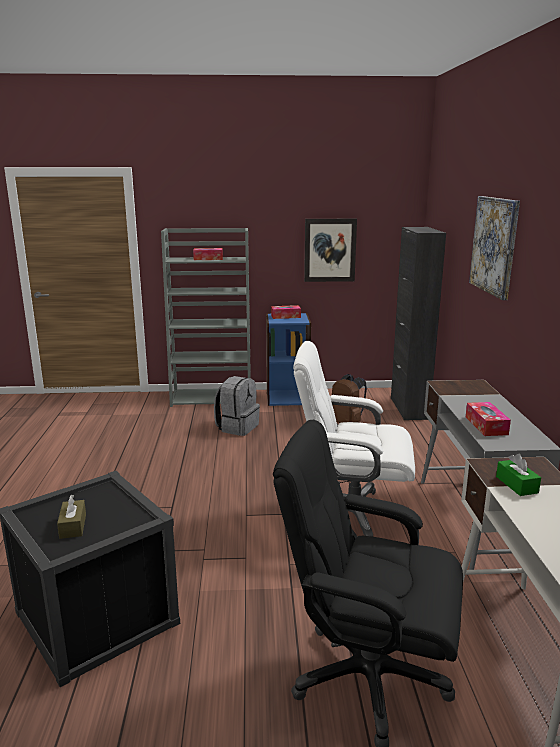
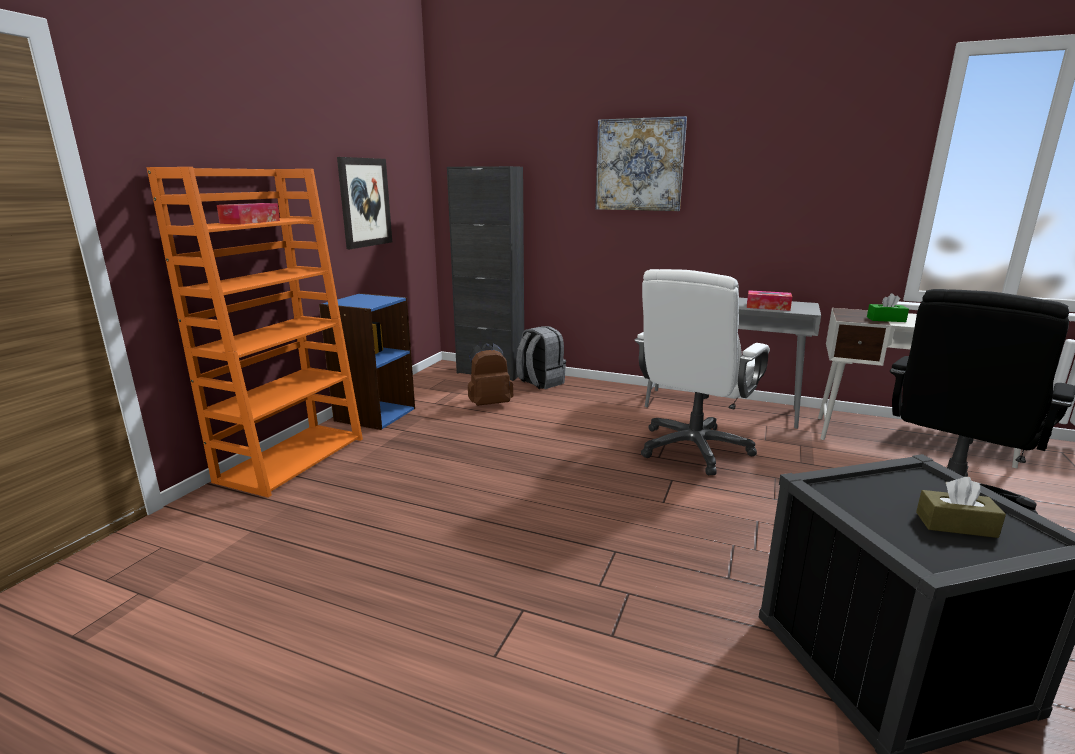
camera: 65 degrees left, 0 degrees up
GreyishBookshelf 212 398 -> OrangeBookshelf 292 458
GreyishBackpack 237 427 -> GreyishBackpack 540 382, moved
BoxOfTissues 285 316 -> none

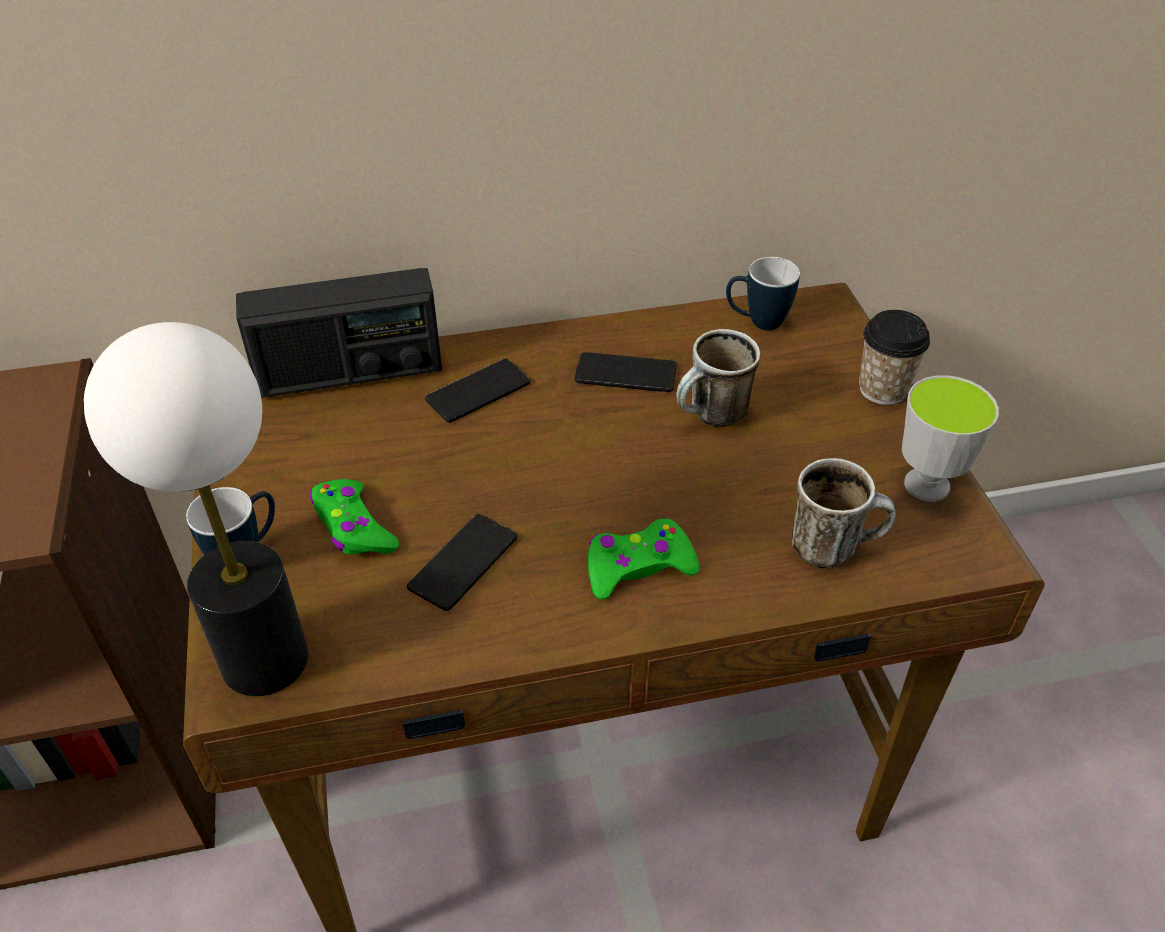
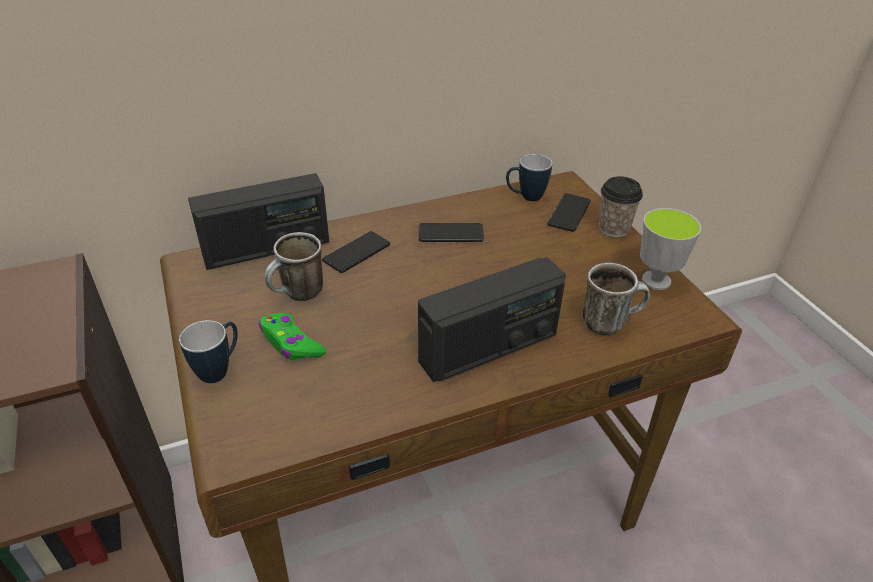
camera: 10 degrees left, 5 degrees down
Mug 712 418 -> Mug 298 295, moved
GreenGamepad 638 567 -> RadioReceiver 489 348
Phone 463 562 -> Phone 569 213, moved
TabletopLamp 264 659 -> none

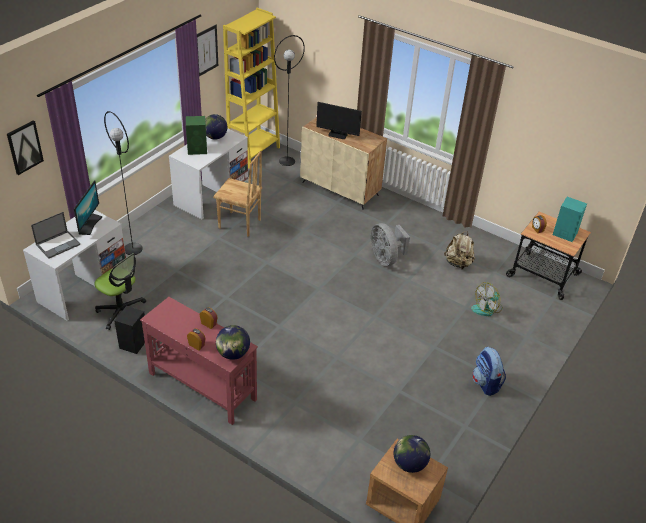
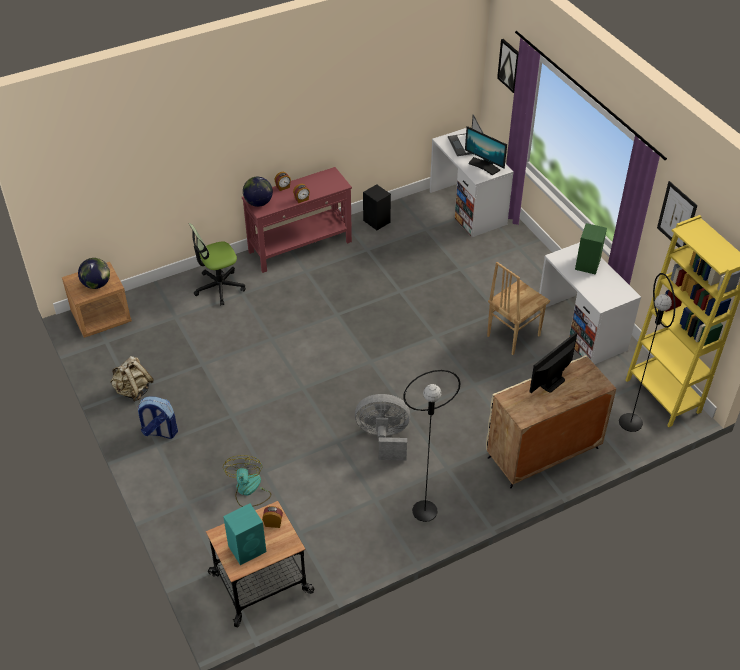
camera: 120 degrees right, 5 degrees up
SandColouredBackpack 458 263 -> SandColouredBackpack 133 390, moved
OfficeChair 122 312 -> OfficeChair 219 287, moved
BlackishStandardLamp 133 249 -> BlackishStandardLamp 424 511, moved
Globe 215 137 -> none

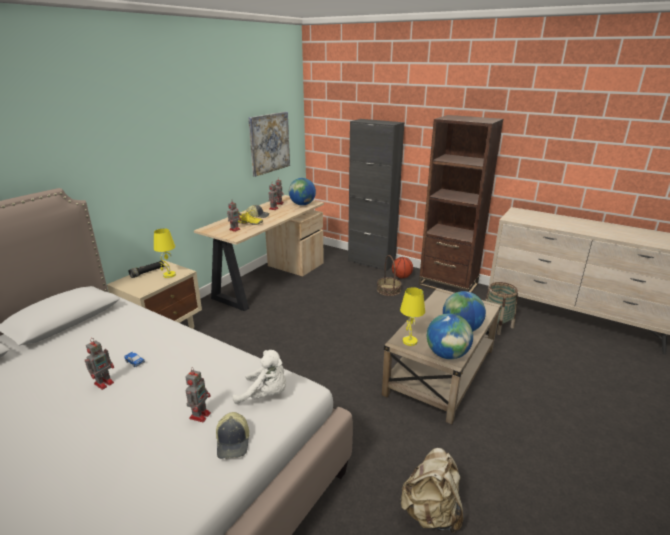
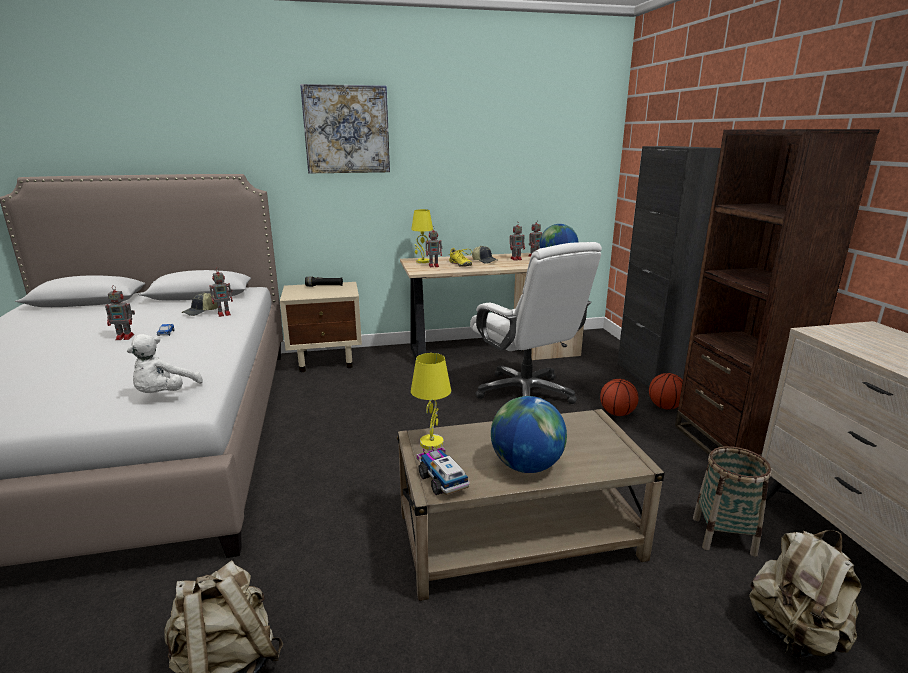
camera: 45 degrees right, 5 degrees down
WhitePlushToy 265 395 -> WhitePlushToy 164 394, 45 degrees clockwise
PeakedCap 233 442 -> PeakedCap 201 312, moved
RobotFigure 200 415 -> RobotFigure 225 314, moved
WallArt 269 143 -> WallArt 346 129, moved
YellowishTabletopLamp 169 275 -> YellowishTabletopLamp 422 261, moved
Globe 447 354 -> ToyTruck 442 480
none -> WhiteOfficeChair 526 394
HouseholdBasket 388 290 -> BallForBasketball 617 413
none -> SandColouredBackpack 795 634

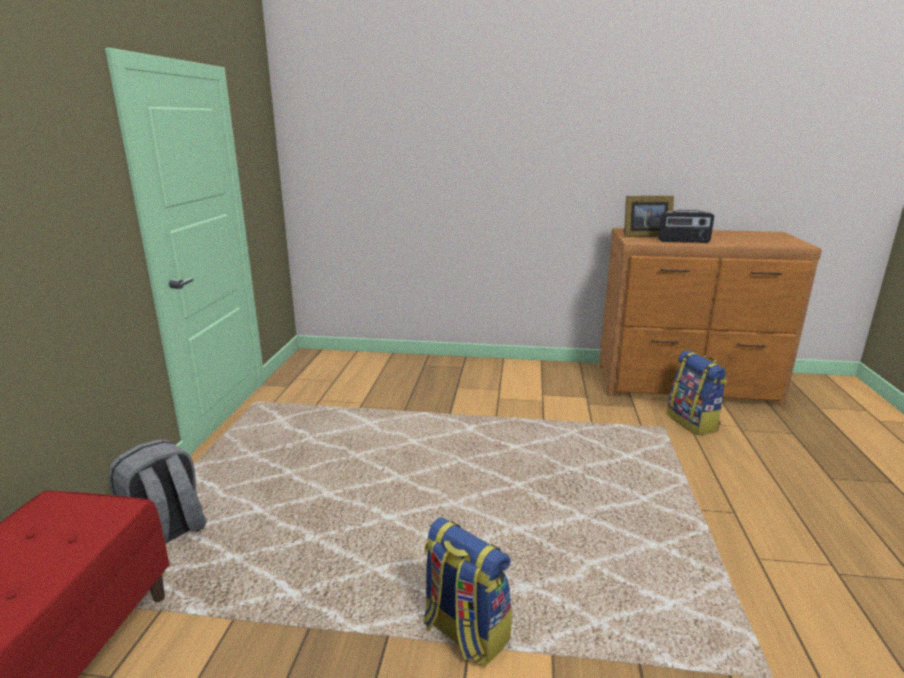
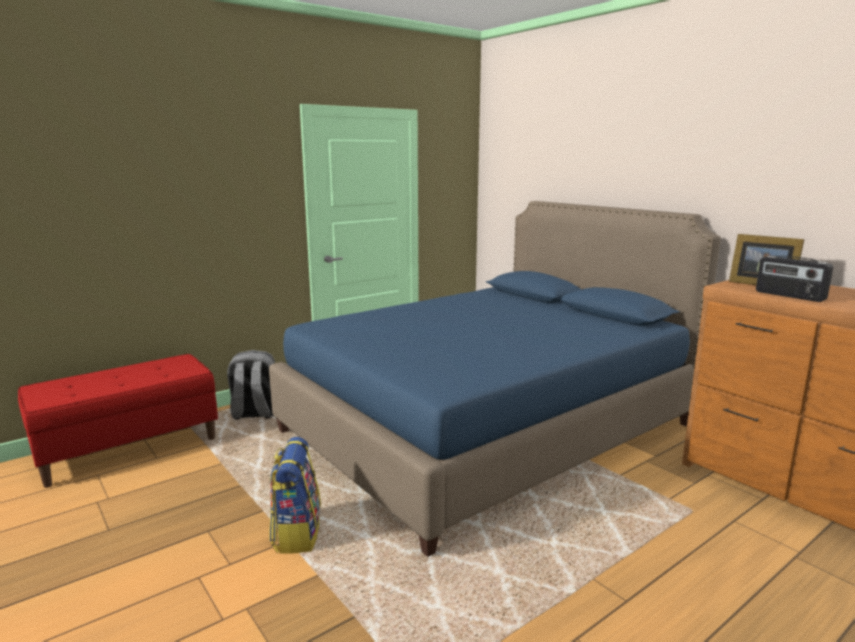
camera: 45 degrees right, 5 degrees down
none -> BlueBed 487 427
Backpack 693 422 -> none

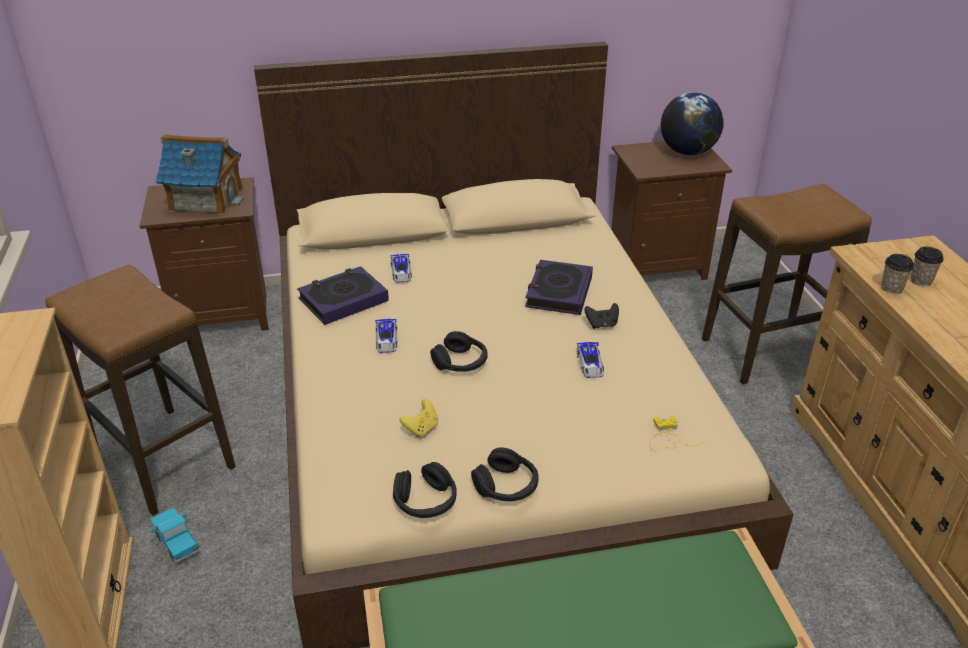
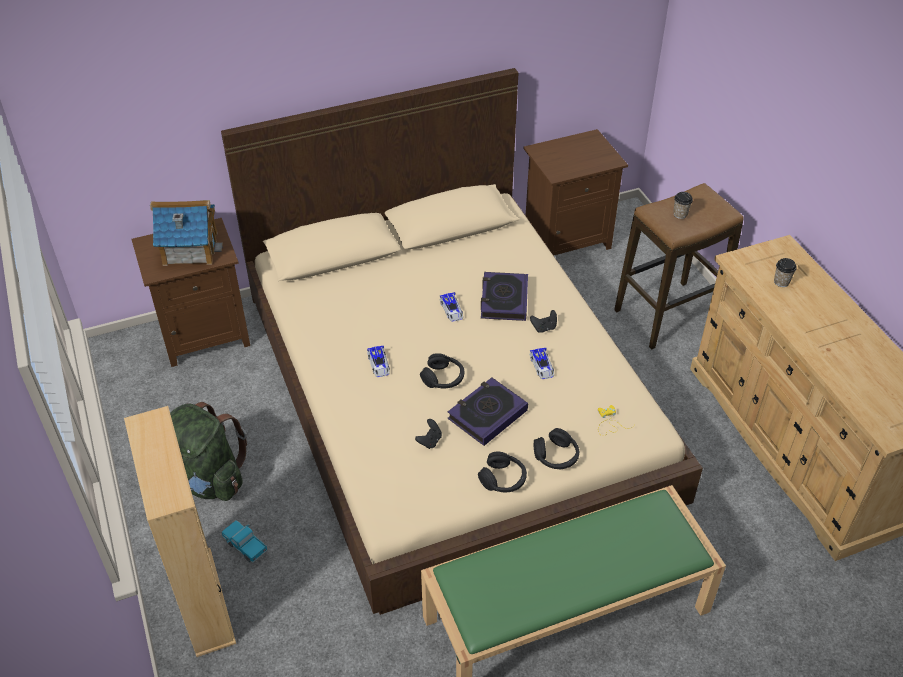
camera: 10 degrees left, 10 degrees up
SittingStool 163 459 -> GreenBackpack 207 479
YellowishGamepad 421 428 -> BlackishGamepad 429 441
ModelCar 401 272 -> ModelCar 452 310, moved
BoundBook 343 300 -> BoundBook 487 414, moved
BlackishPairOfHeadphones 425 501 -> BlackishPairOfHeadphones 556 456, moved
Cup 891 288 -> Cup 680 214, moved
Globe 687 152 -> none

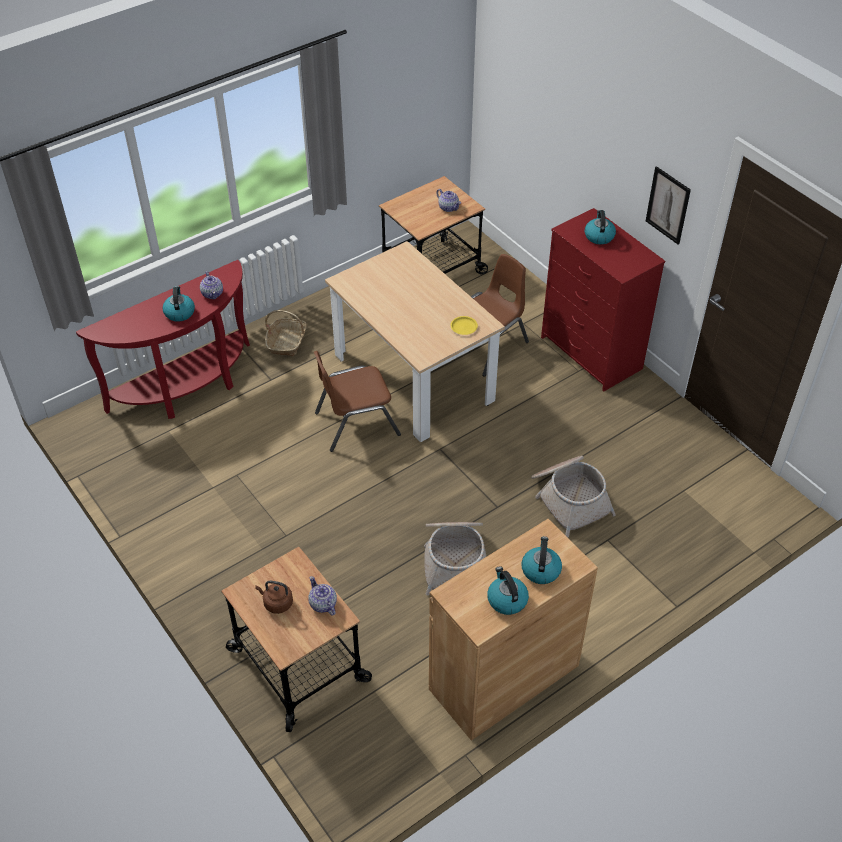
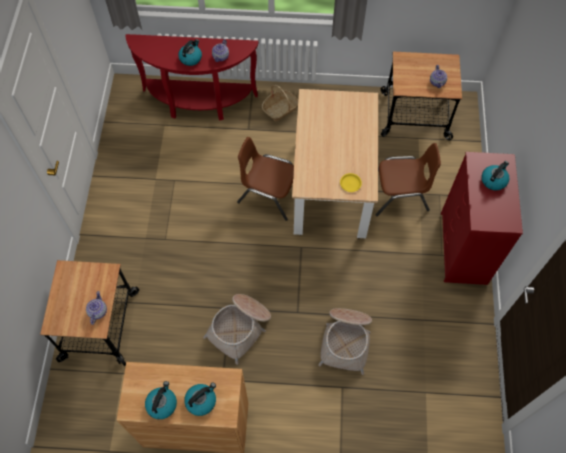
camera: 40 degrees right, 15 degrees up
BrownishWaterKettle 276 603 -> none
WallArt 668 205 -> none

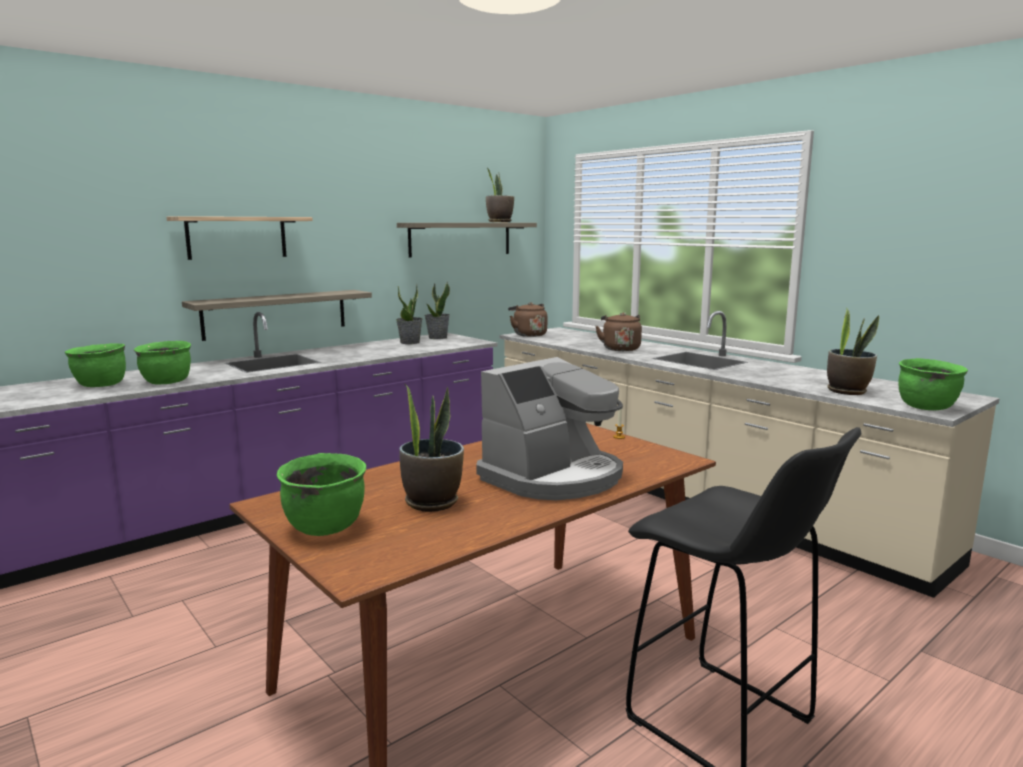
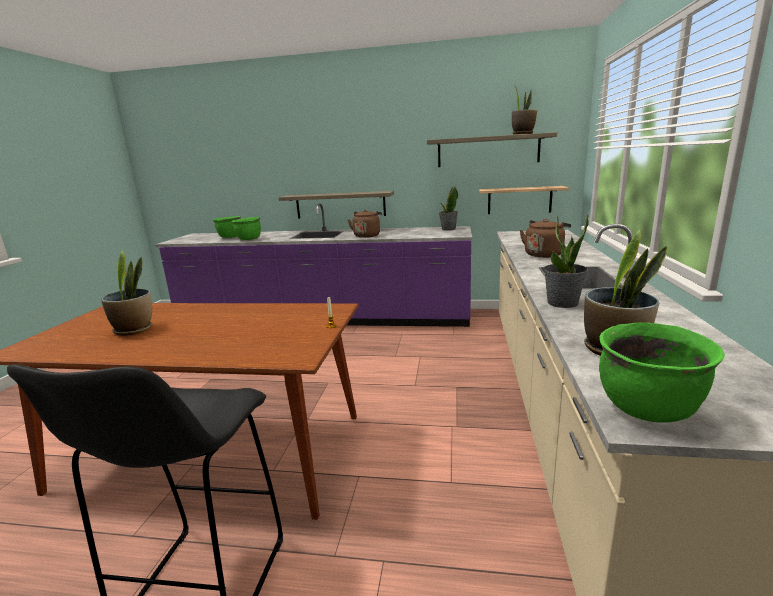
camera: 50 degrees right, 5 degrees up
BrownishWaterKettle 528 335 -> BrownishWaterKettle 367 235, moved
WallShelf 237 237 -> WallShelf 519 200, moved
PottedPlant 410 342 -> PottedPlant 562 303, moved
GreenStockpot 326 527 -> none
CoffeeMachine 553 477 -> none

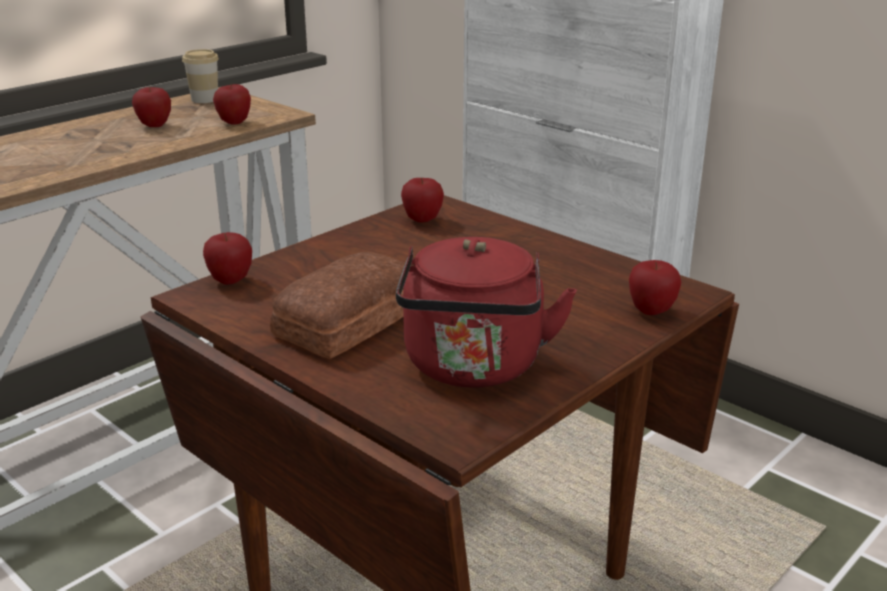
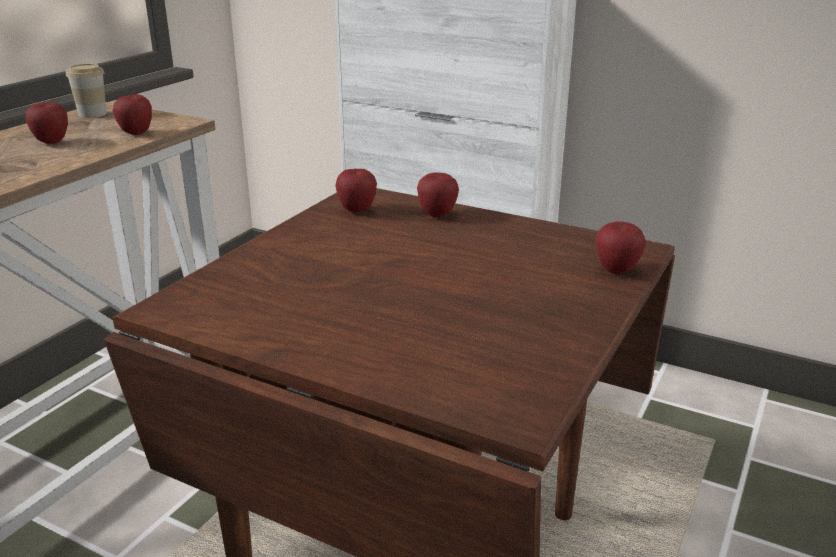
camera: 15 degrees left, 0 degrees up
WholeApple 230 281 -> WholeApple 437 214, moved
BakeryBread 347 320 -> none
RedColouredWaterKettle 473 368 -> none

